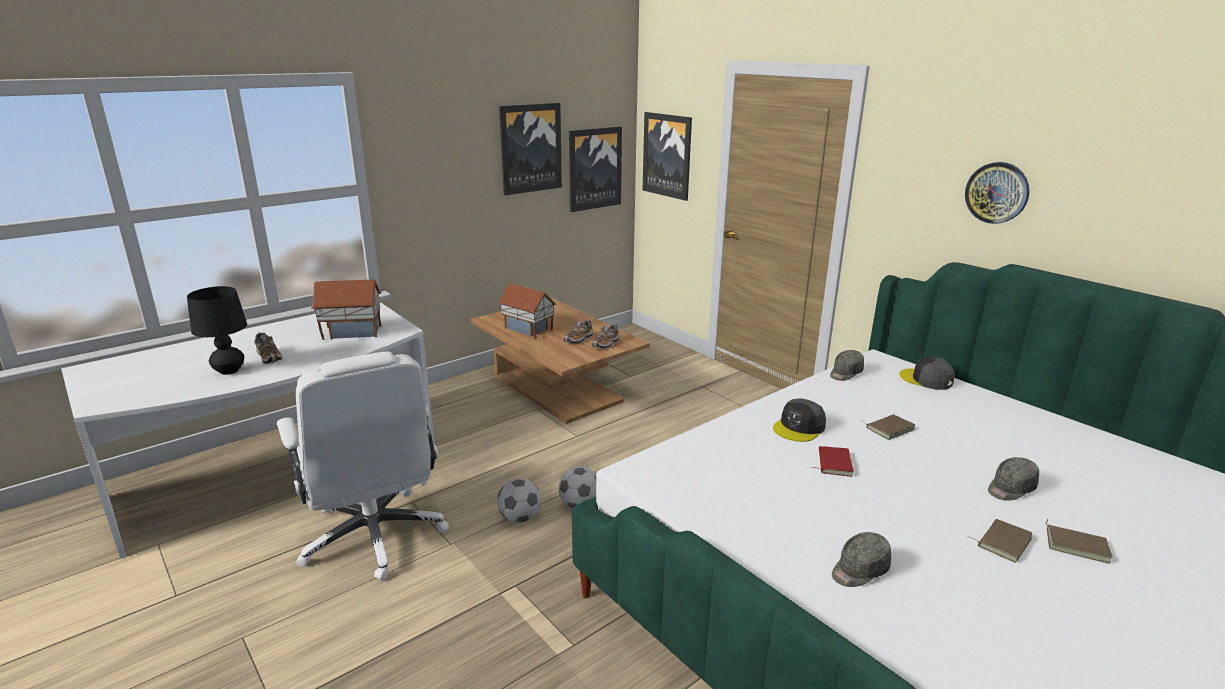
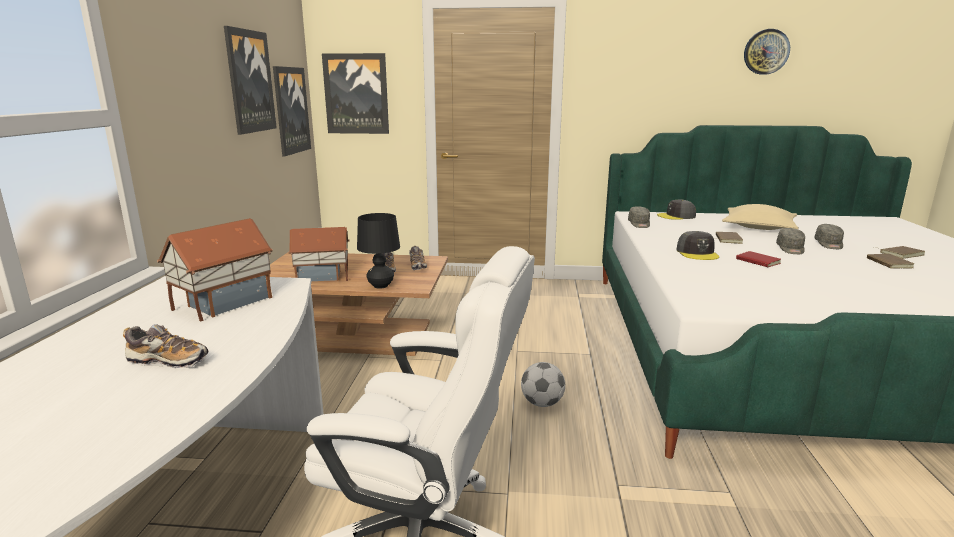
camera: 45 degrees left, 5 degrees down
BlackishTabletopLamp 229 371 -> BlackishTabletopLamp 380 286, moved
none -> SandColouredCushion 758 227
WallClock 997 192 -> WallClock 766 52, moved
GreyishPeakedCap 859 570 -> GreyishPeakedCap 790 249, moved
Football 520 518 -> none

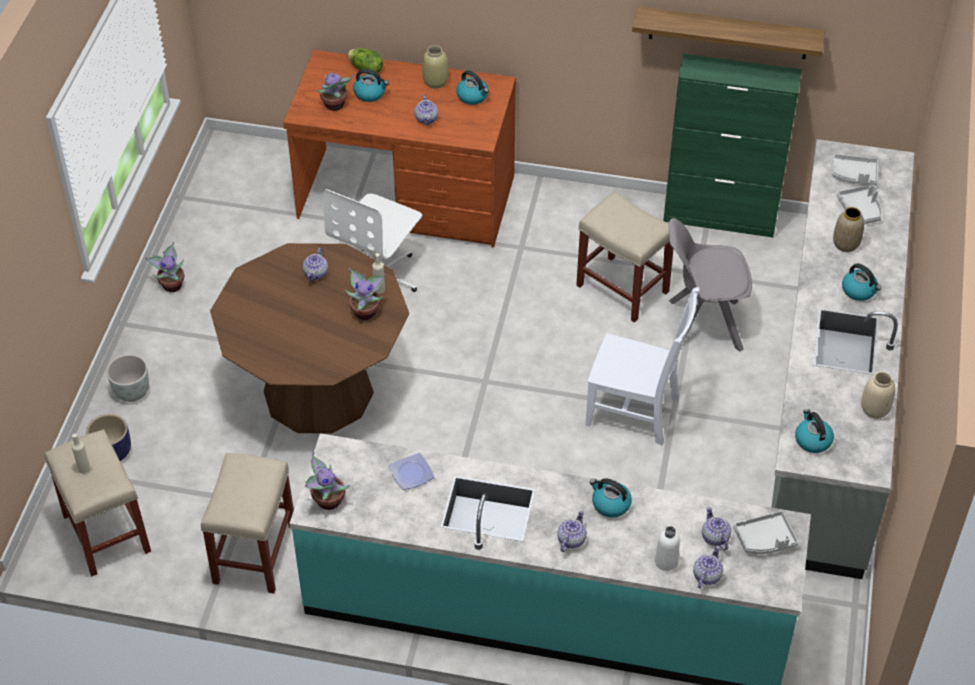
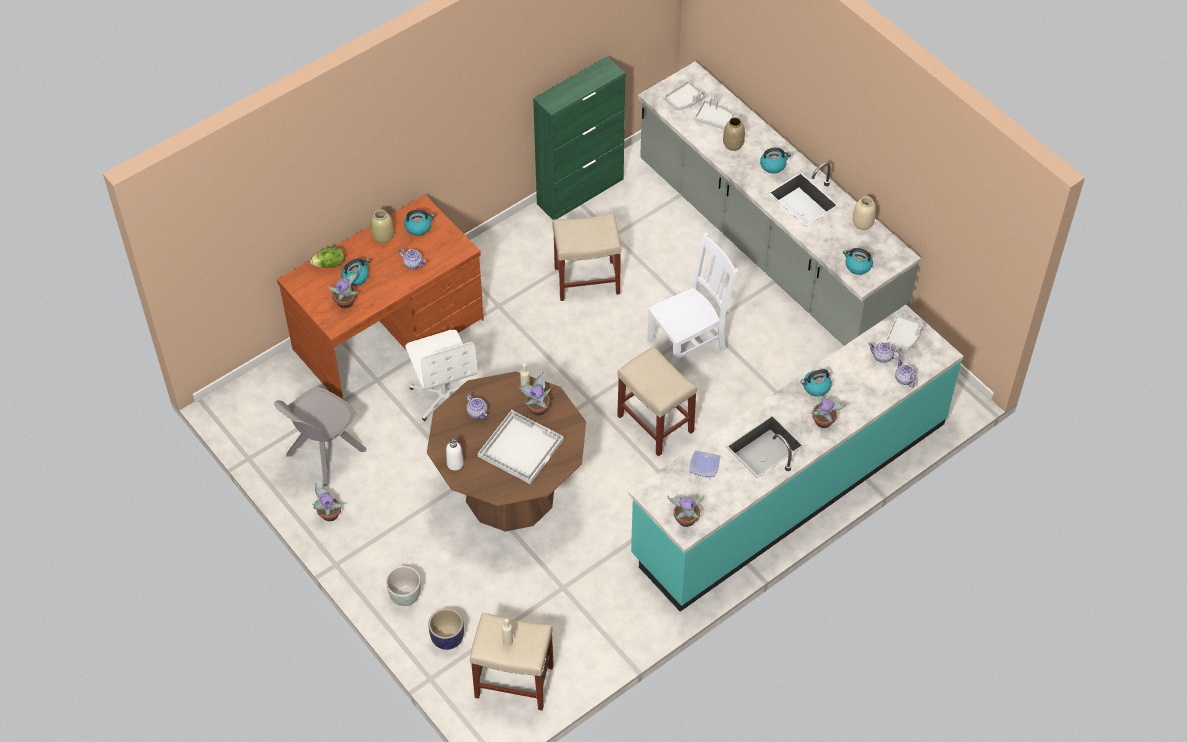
camera: 50 degrees left, 5 degrees up
GreyishPlainChair 702 325 -> GreyishPlainChair 324 454, moved
WhiteBottle 666 561 -> WhiteBottle 455 464, moved
none -> WhiteCarryingTray 520 447
SandColouredSittingStool 255 552 -> SandColouredSittingStool 654 423, moved
PotForTea 571 539 -> PottedPlant 823 422
WallShelf 728 33 -> none

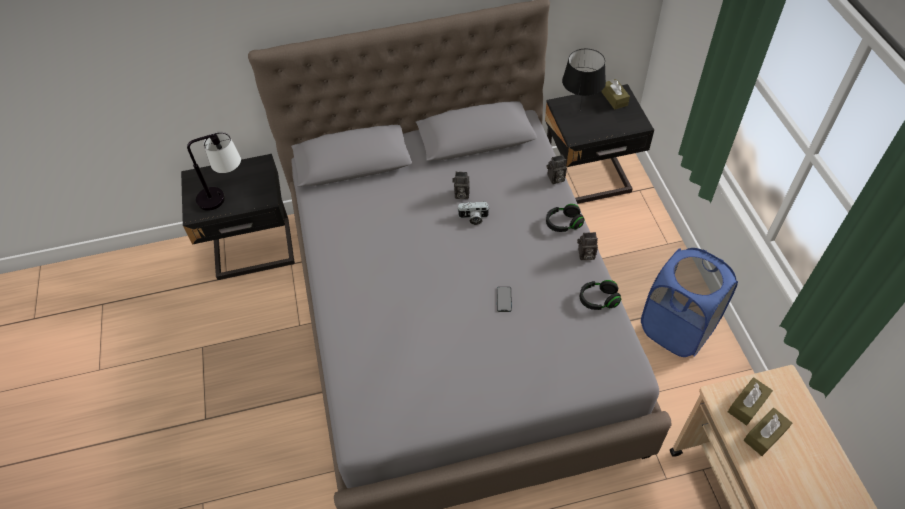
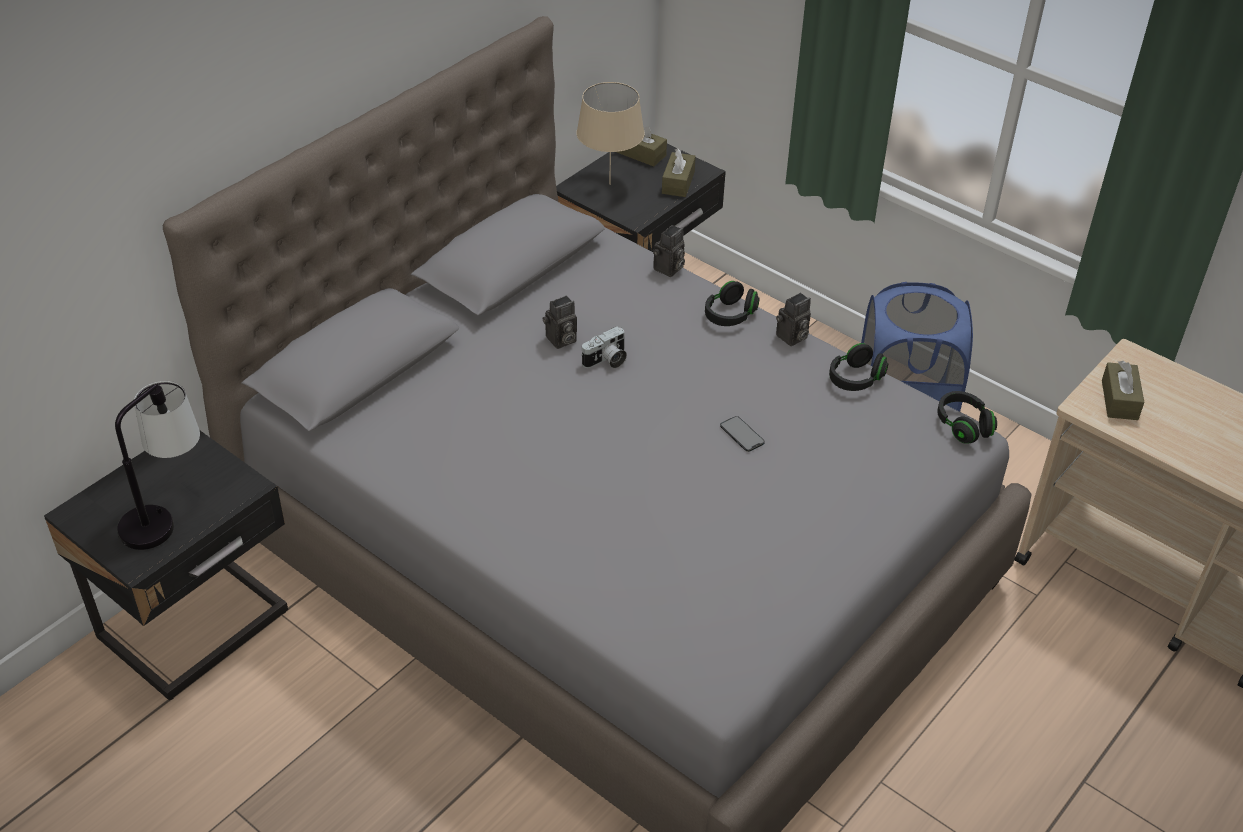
camera: 40 degrees left, 10 degrees down
BlackishTabletopLamp 579 110 -> SandColouredTabletopLamp 609 184
BrownishBoxOfTissues 765 435 -> BrownishBoxOfTissues 678 182, moved
none -> BlackishPairOfHeadphones 963 426

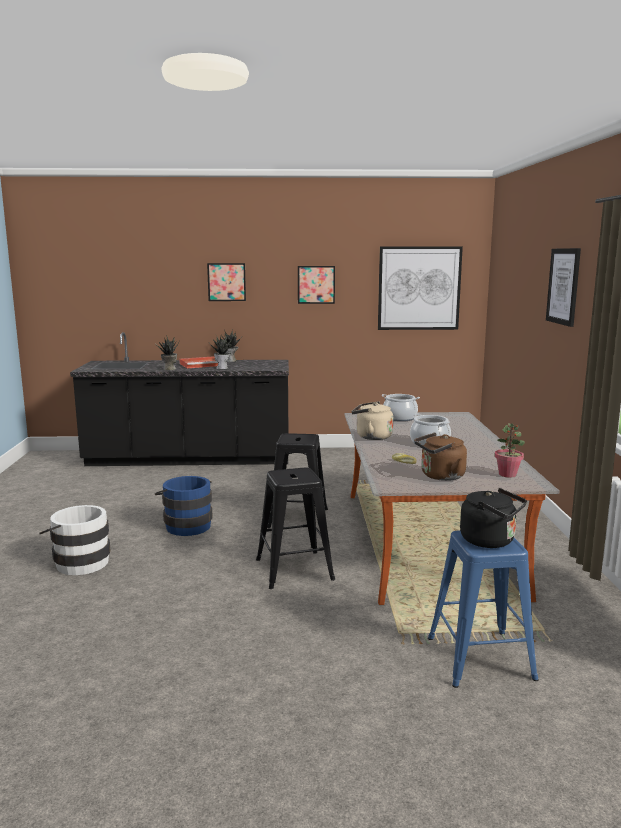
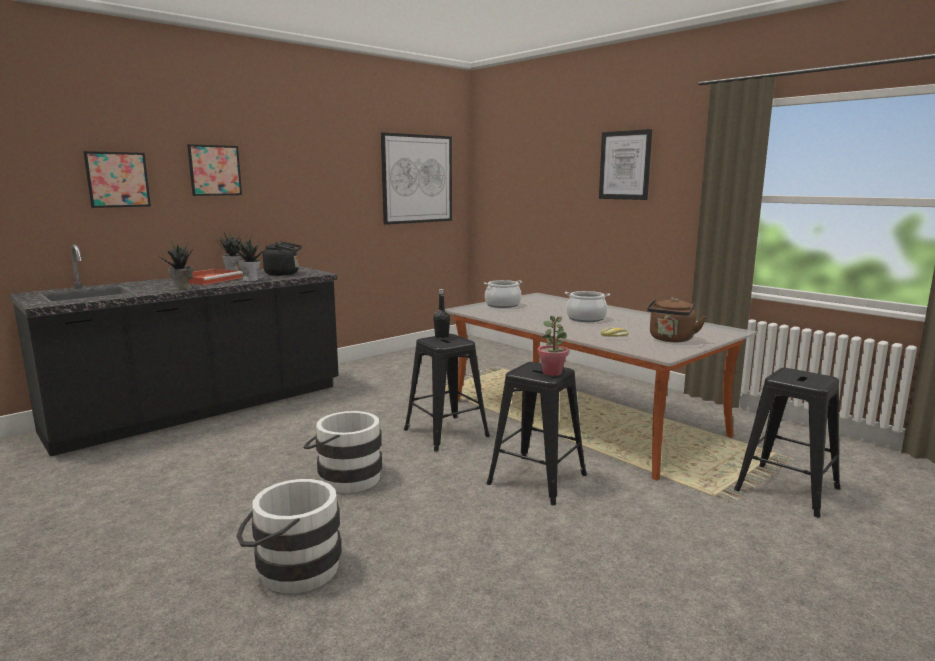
camera: 40 degrees left, 0 degrees up
WallArt 316 284 -> WallArt 118 179, moved
BlackishWaterKettle 491 541 -> BlackishWaterKettle 284 274, moved
BlueWaterBucket 186 525 -> WhiteWaterBucket 344 478
none -> BlackishBottle 441 336
PottedPlant 507 474 -> PottedPlant 552 373, moved
BlueSittingStool 479 658 -> BlackishSittingStool 788 490
SandColouredWaterKettle 371 437 -> none

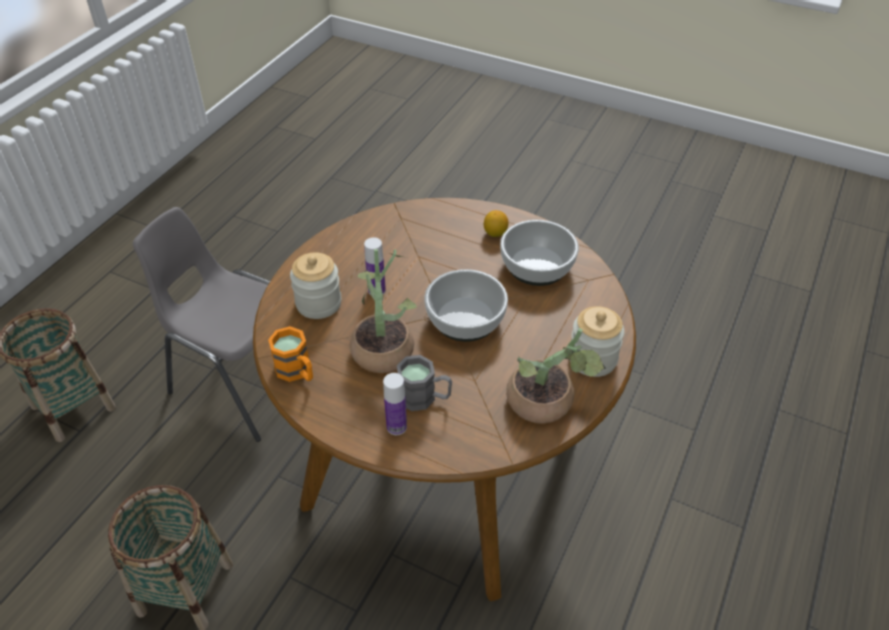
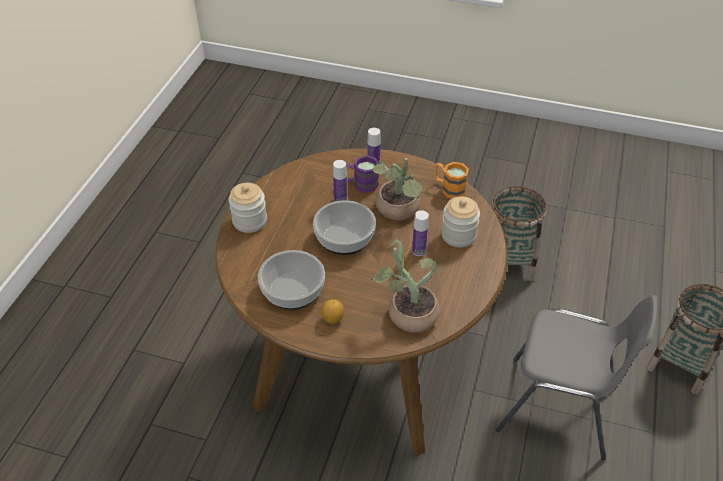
camera: 170 degrees right, 0 degrees up
none -> Bottle 340 200
GreyishMug 424 398 -> PurpleMug 360 184
PottedPlant 546 405 -> PottedPlant 407 312, moved

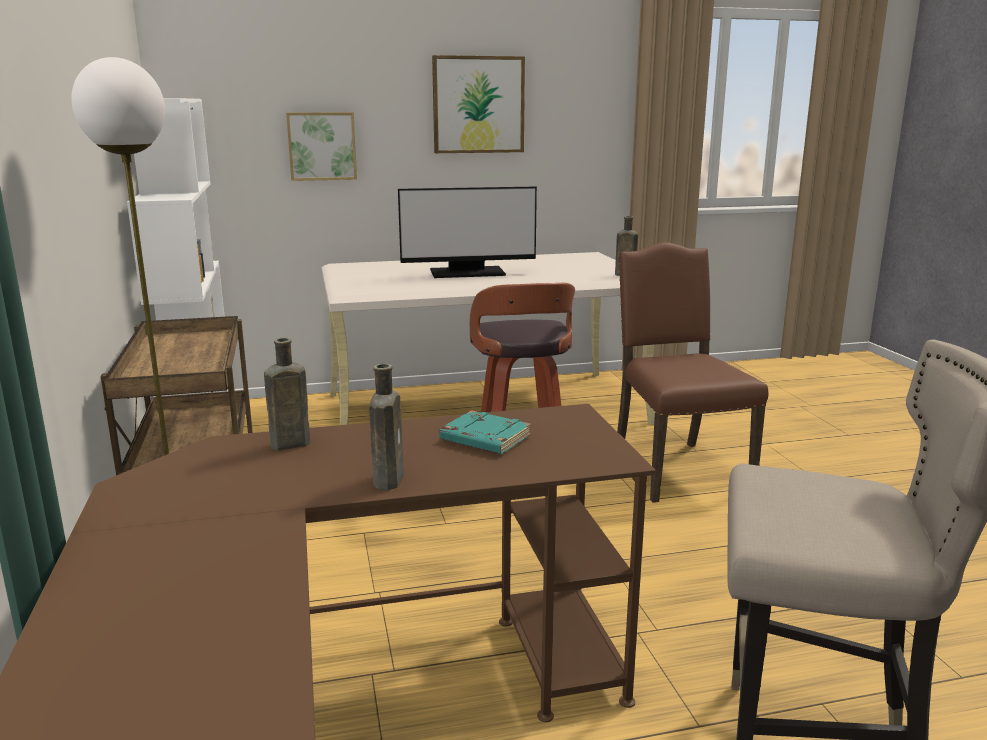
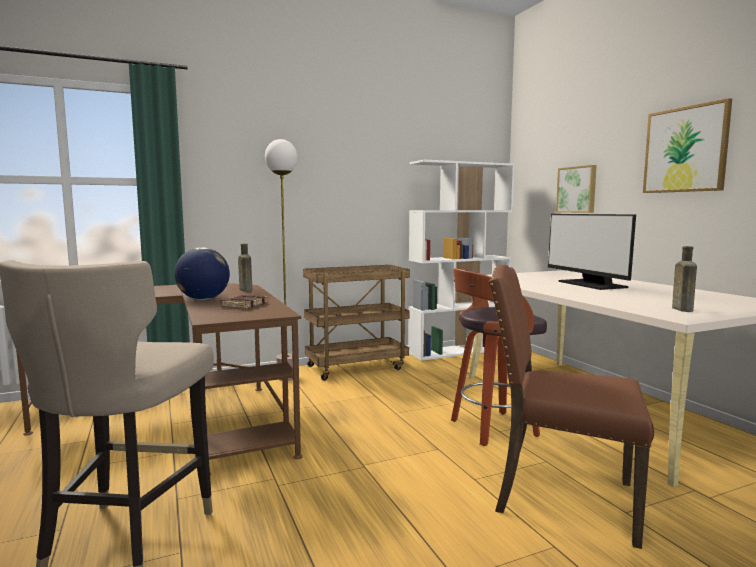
camera: 80 degrees right, 10 degrees down
BrownishBottle 389 479 -> Globe 203 299
TurquoiseBoundBook 484 439 -> BrownishBoundBook 244 305
BrownishPlainChair 676 469 -> BrownishPlainChair 561 498, 135 degrees counterclockwise

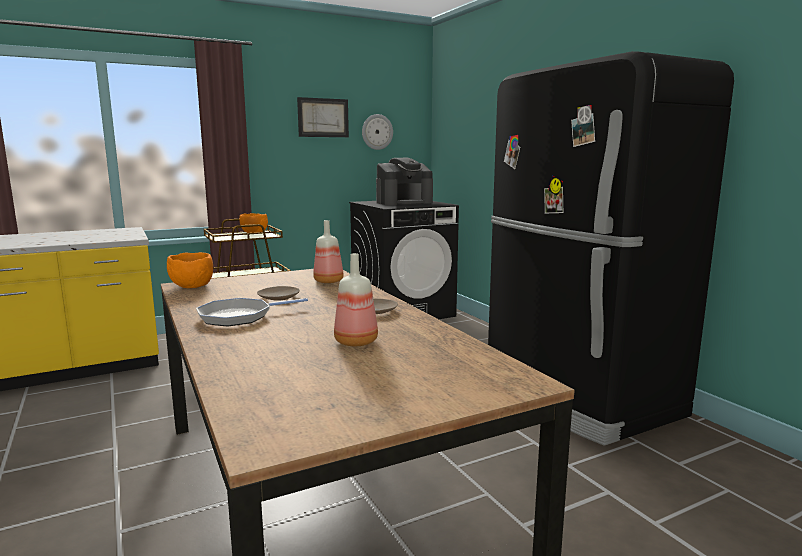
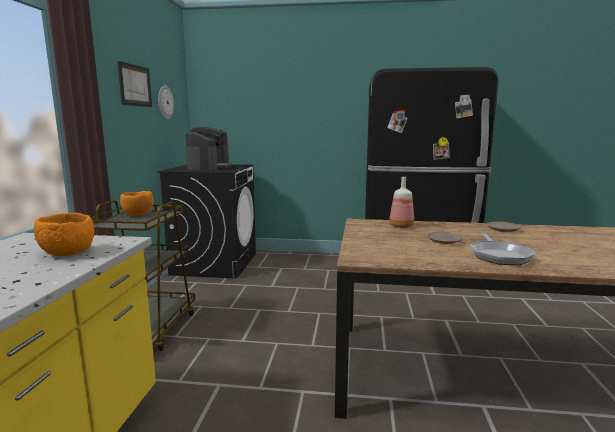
camera: 55 degrees left, 0 degrees up
OrangeBowl 191 286 -> OrangeBowl 66 253, moved
Bottle 357 342 -> none

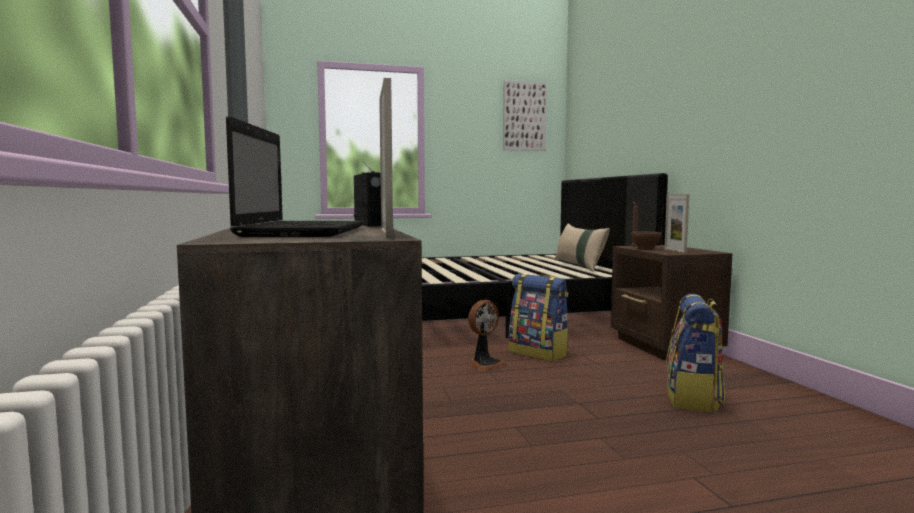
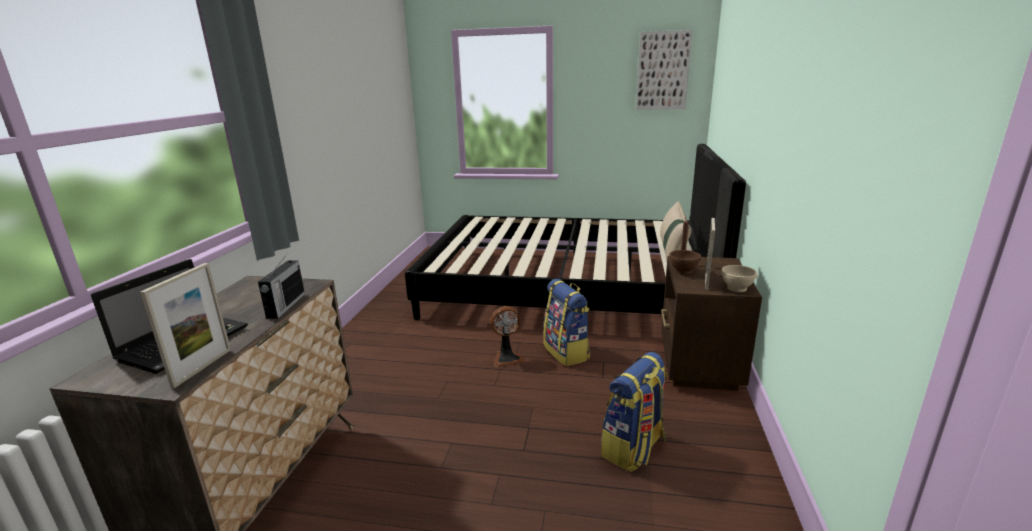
camera: 25 degrees right, 15 degrees up
none -> SandColouredBowl 736 288

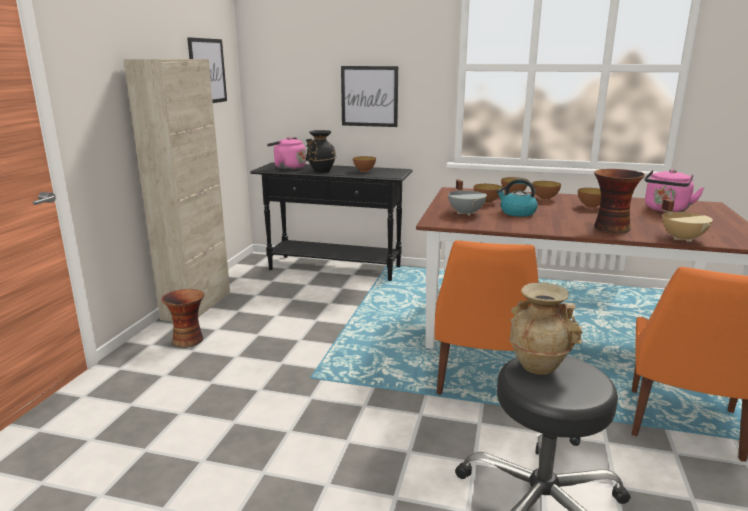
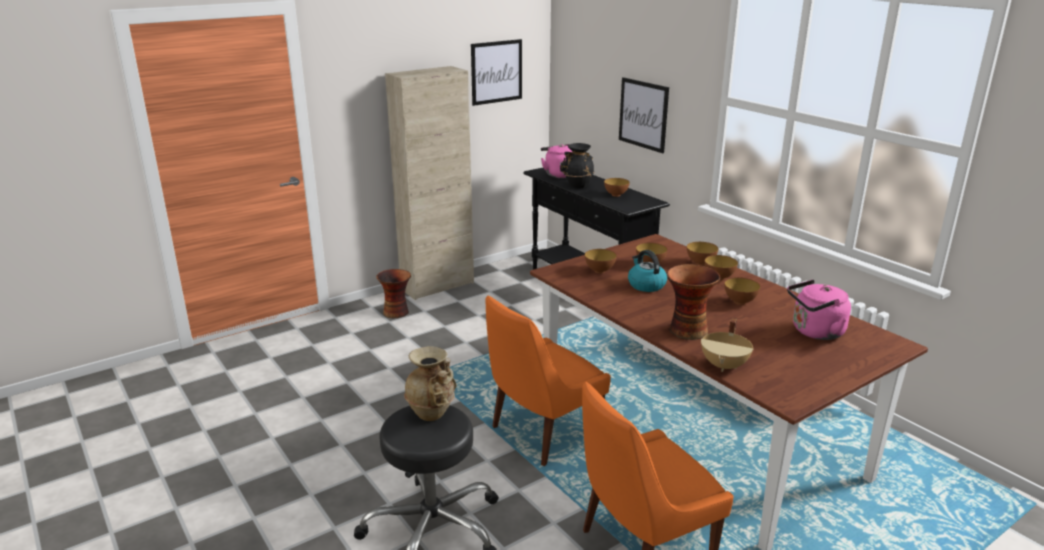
camera: 40 degrees right, 5 degrees up
GreyishStockpot 466 213 -> Bowl 599 271

